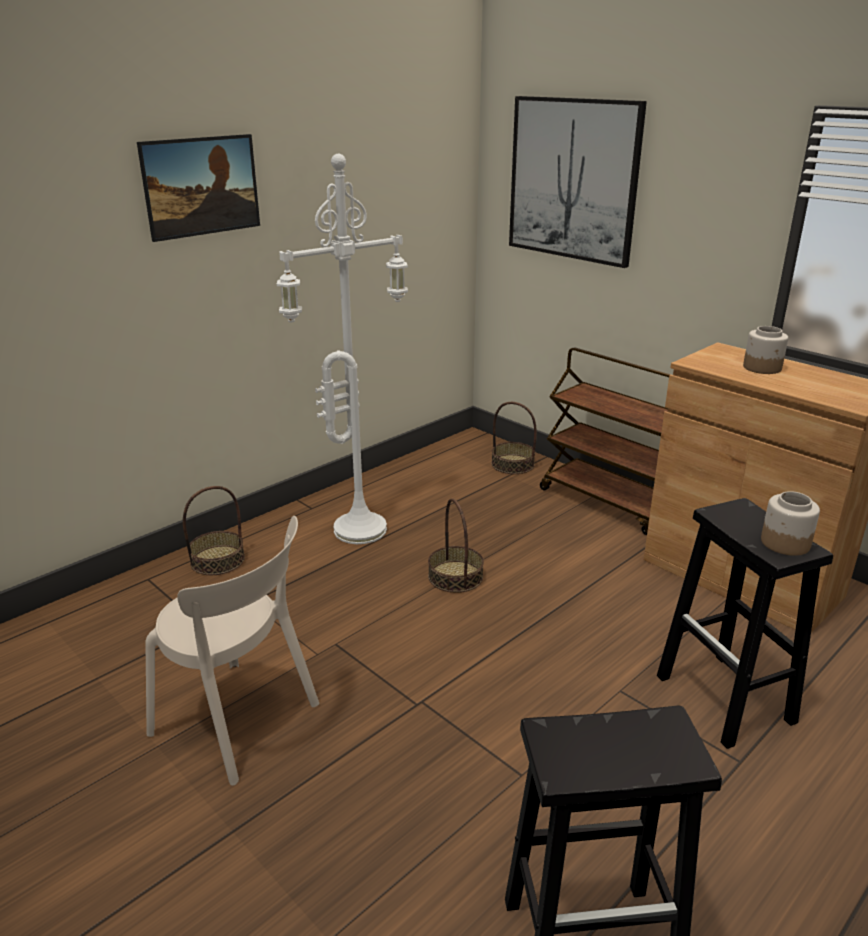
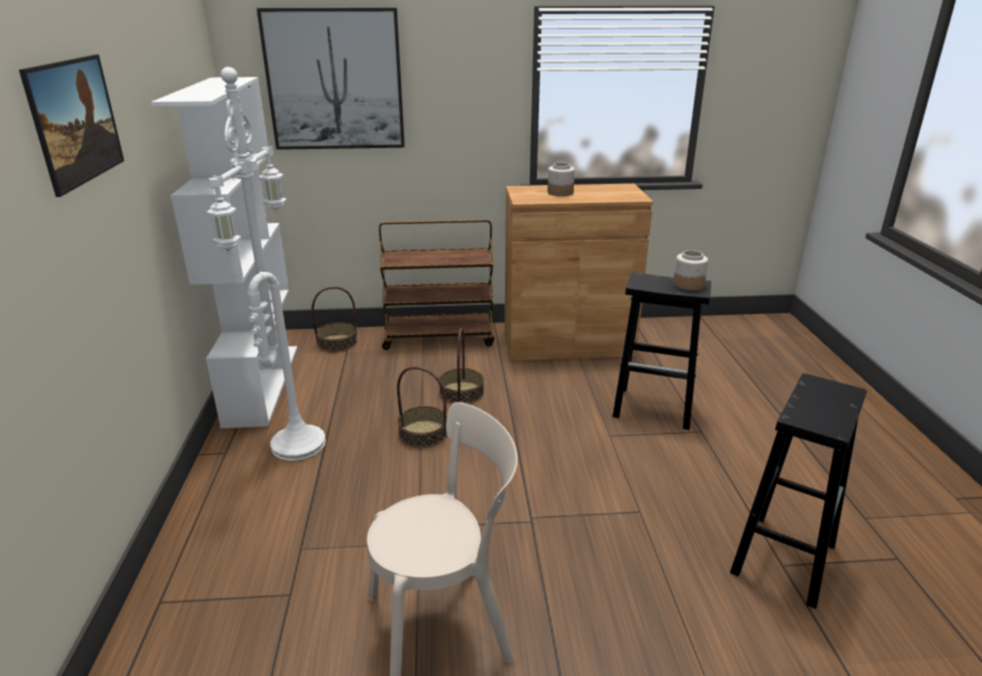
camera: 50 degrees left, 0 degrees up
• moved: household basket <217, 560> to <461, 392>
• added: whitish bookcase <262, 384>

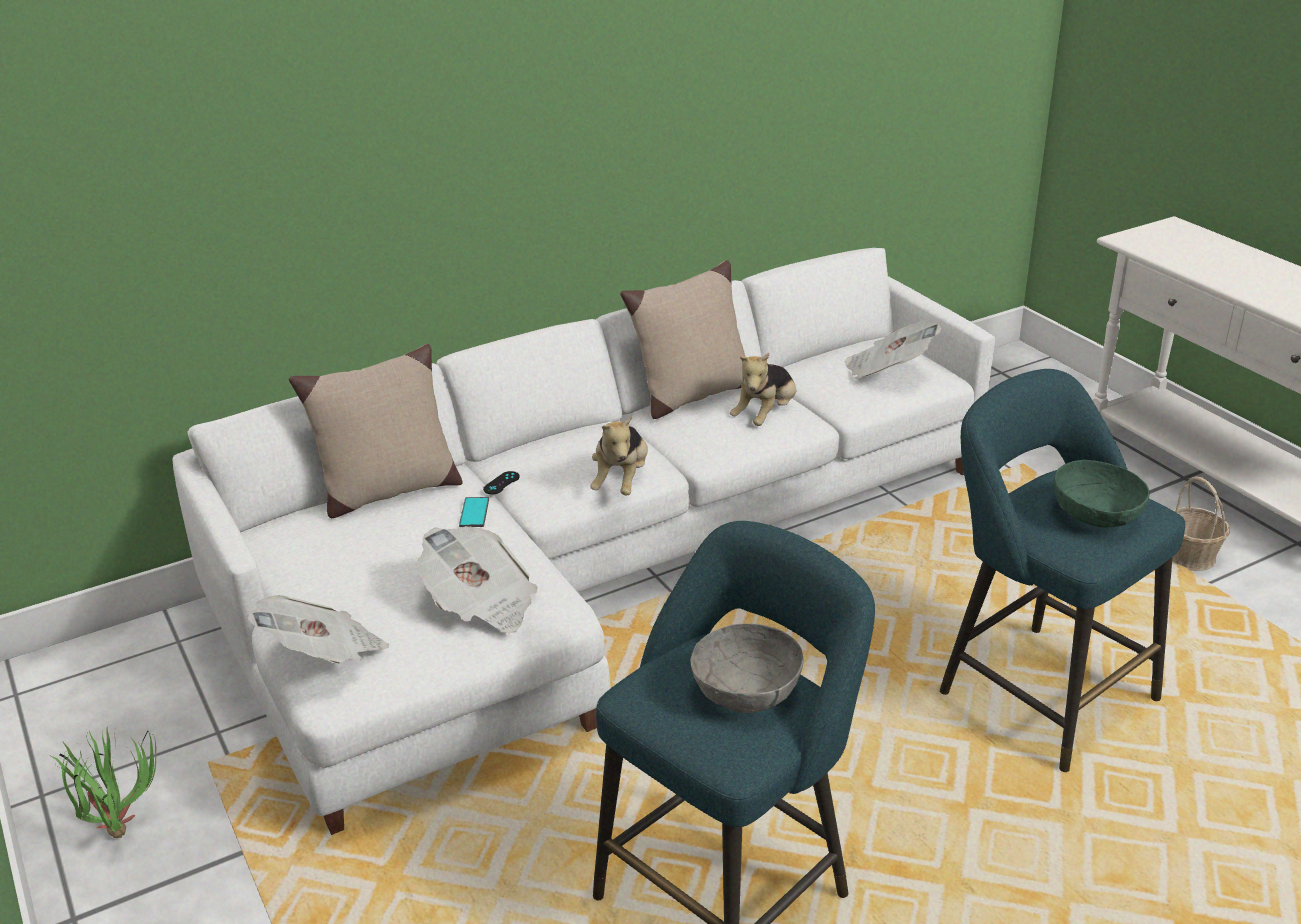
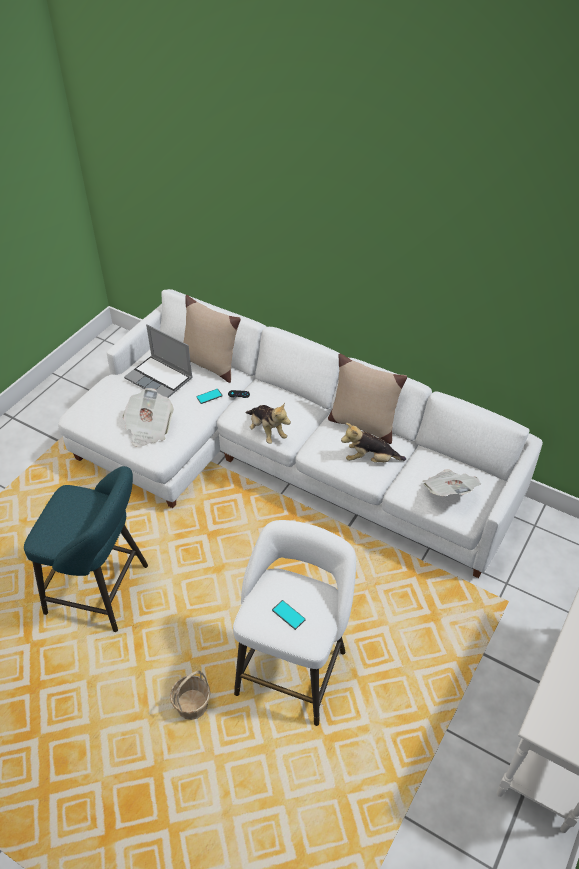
camera: 60 degrees right, 15 degrees up
• removed: plant in a pot <119, 825>
• removed: newspaper <325, 655>
• turned: plush toy <621, 481> = <267, 431> 105 degrees counterclockwise
• removed: grey serving bowl <746, 691>
• recoloured: turquoise-coloured stool <1038, 690> to whitish stool <293, 667>
• replaced: green-coloured serving bowl <1096, 515> to phone <288, 615>
• moved: household basket <1189, 556> to <192, 705>
• added: laptop <160, 378>

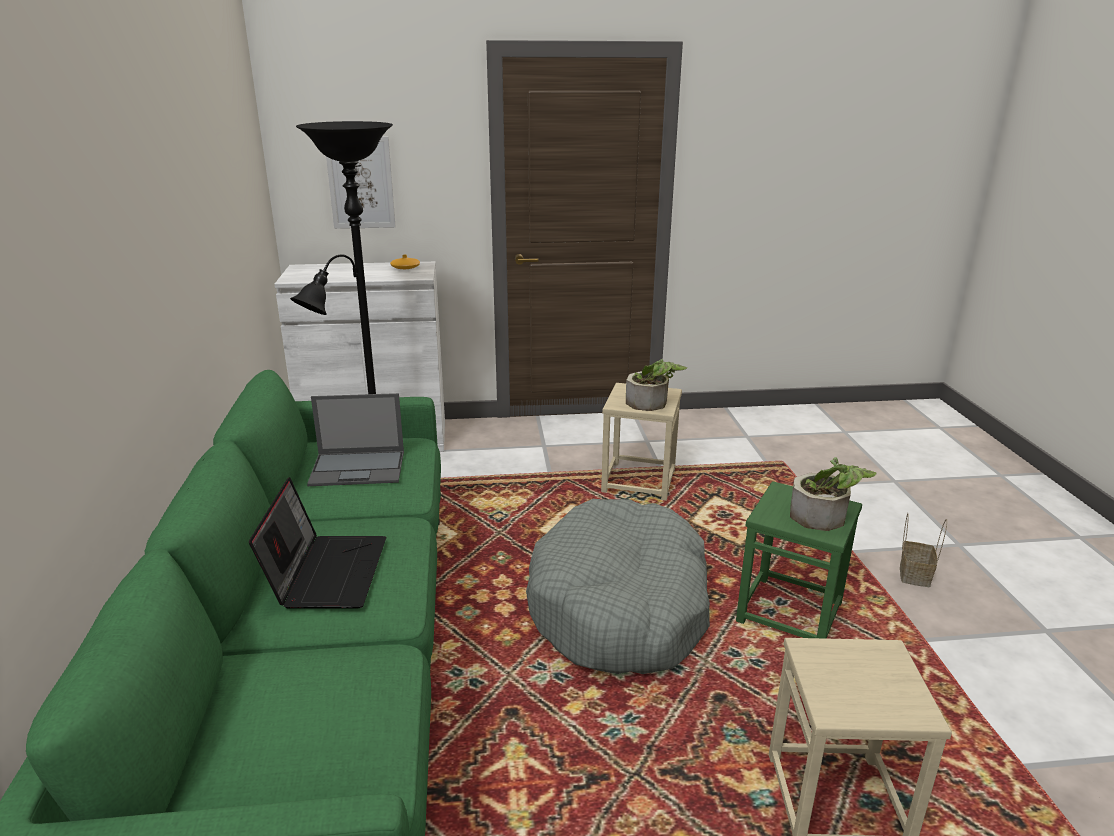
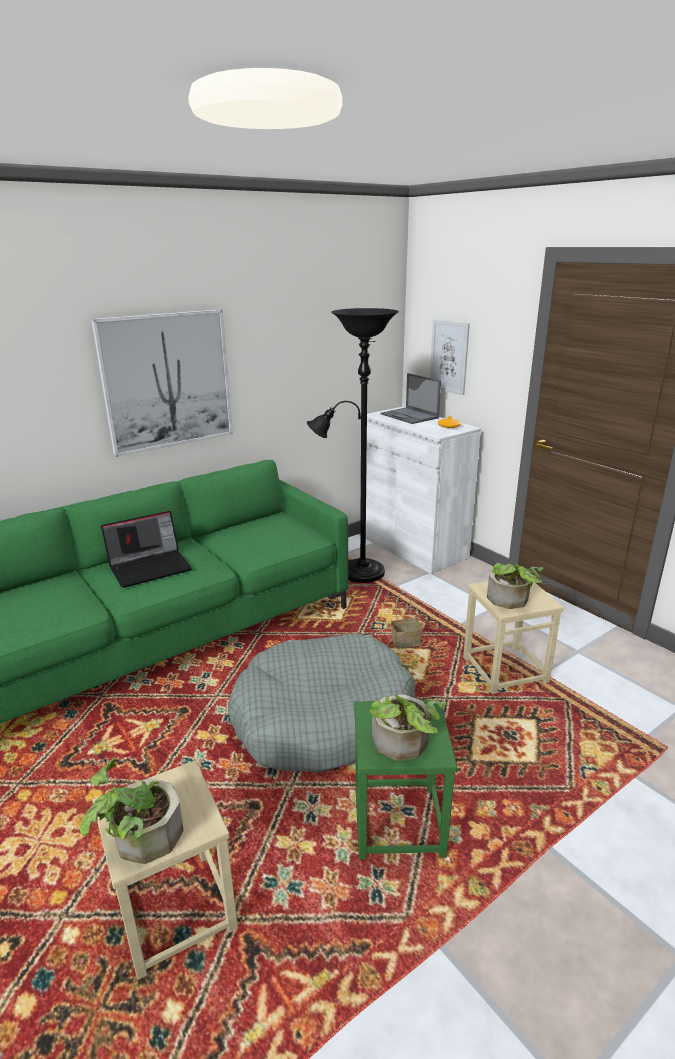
camera: 60 degrees right, 0 degrees up
• moved: laptop <359, 468> to <410, 416>
• moved: household basket <913, 574> to <406, 641>
• added: plant in a pot <139, 840>
• added: wall picture <167, 381>

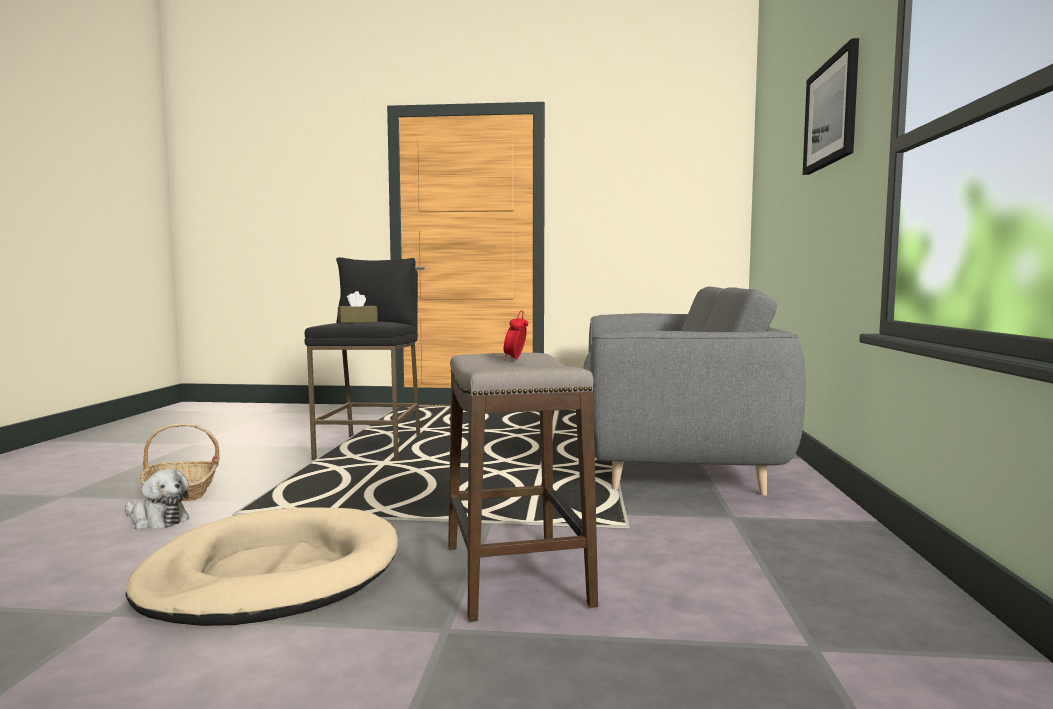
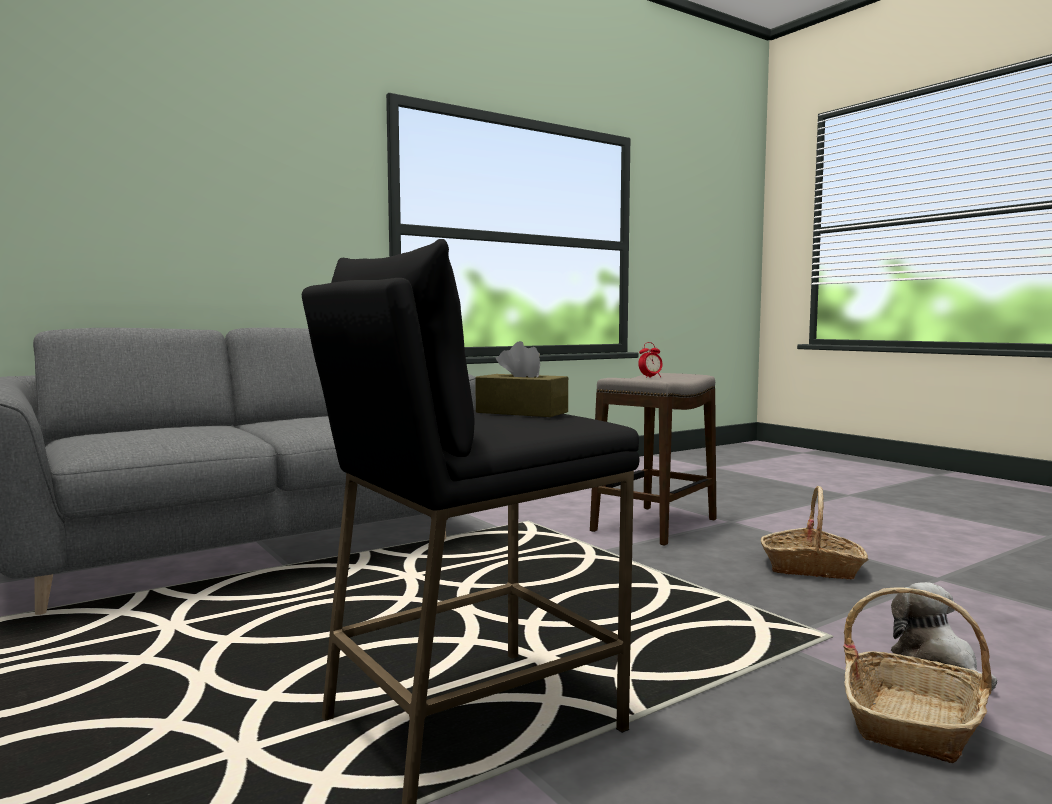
camera: 130 degrees left, 0 degrees up
• replaced: beige-coloured pet bed <272, 574> to household basket <812, 568>
• removed: wall picture <831, 113>

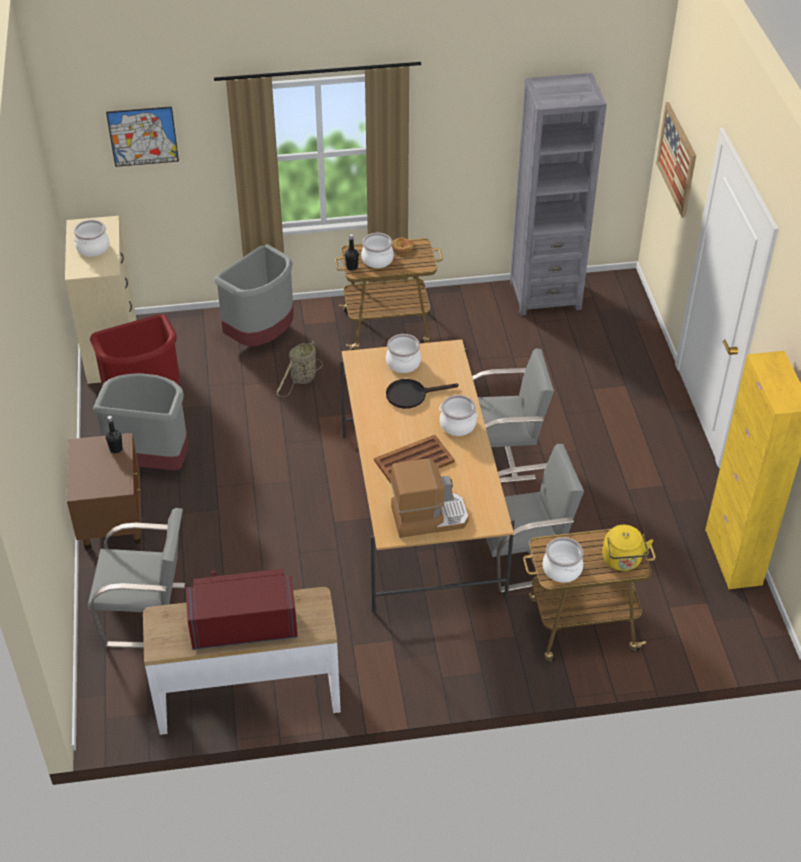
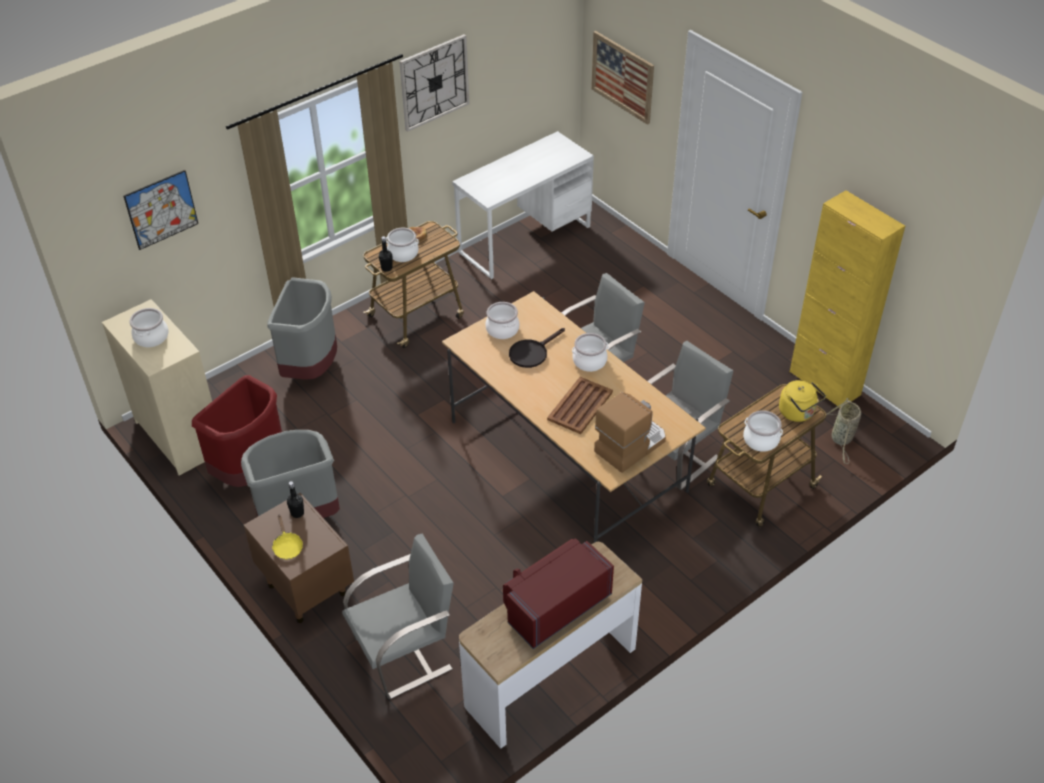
camera: 30 degrees left, 0 degrees up
• moved: household basket <302, 379> to <842, 439>
• replaced: grey bookcase <545, 295> to whitish desk unit <525, 239>
• added: yellow-coloured frying pan <287, 546>
• added: hanging clock <434, 82>

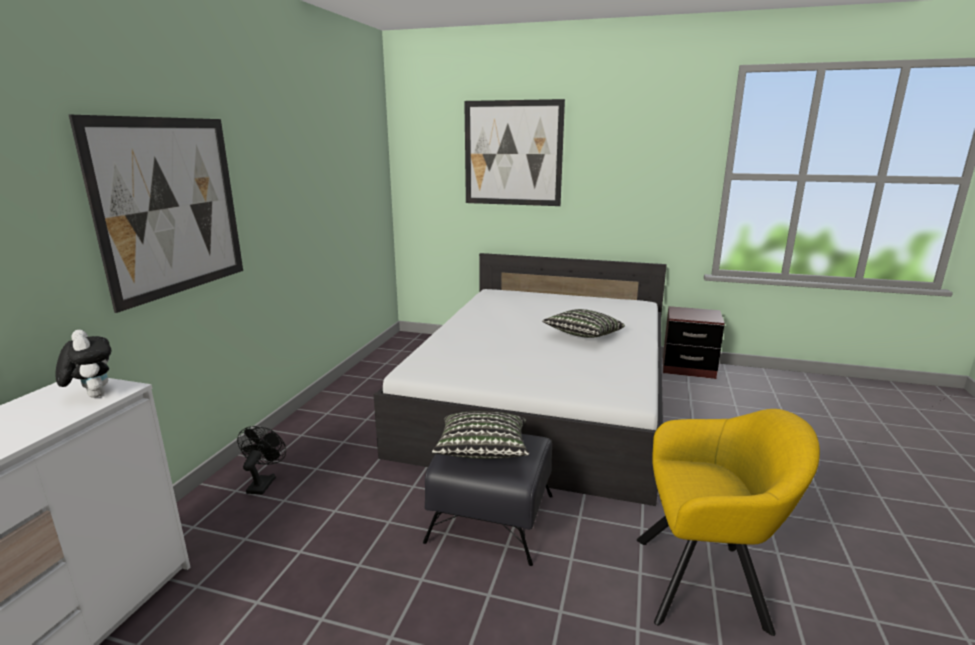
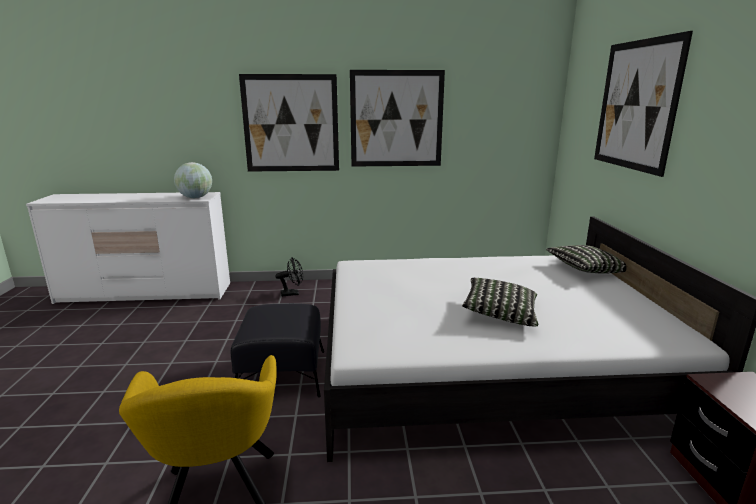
camera: 70 degrees right, 0 degrees up
• replaced: plush toy <92, 395> to desk globe <195, 198>
• moved: cushion <482, 452> to <585, 270>
• added: wall picture <396, 119>

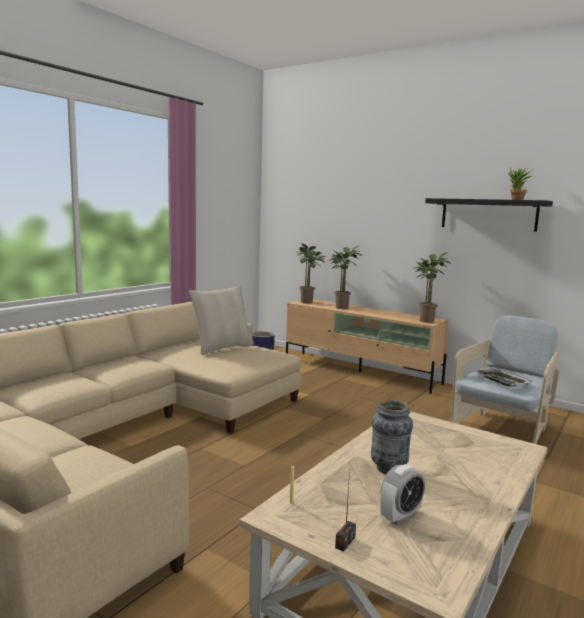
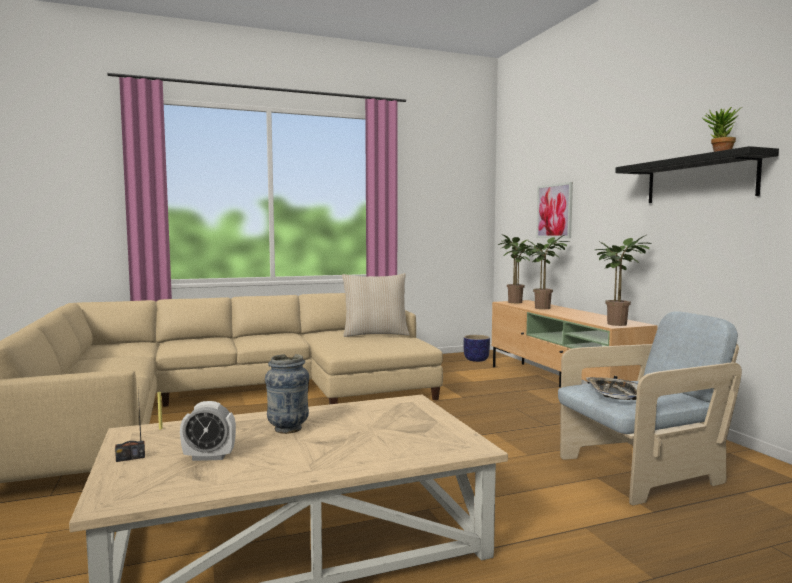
camera: 35 degrees right, 5 degrees down
• added: wall picture <554, 211>

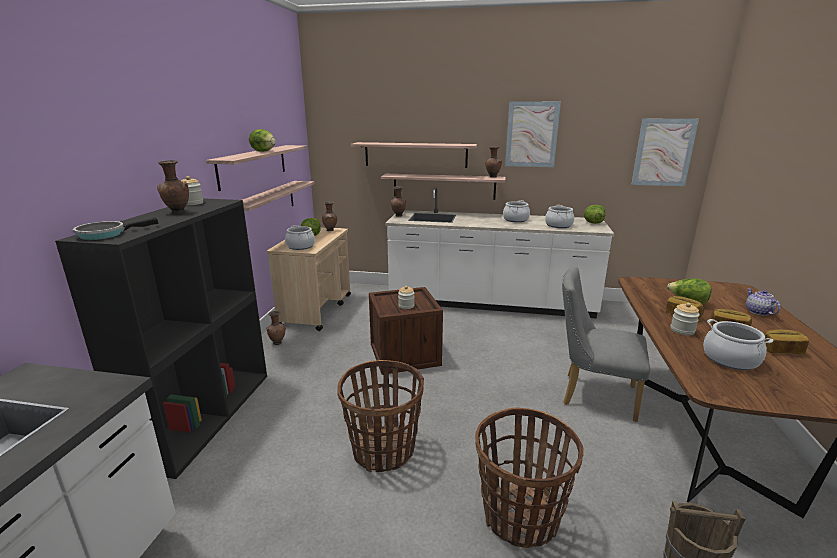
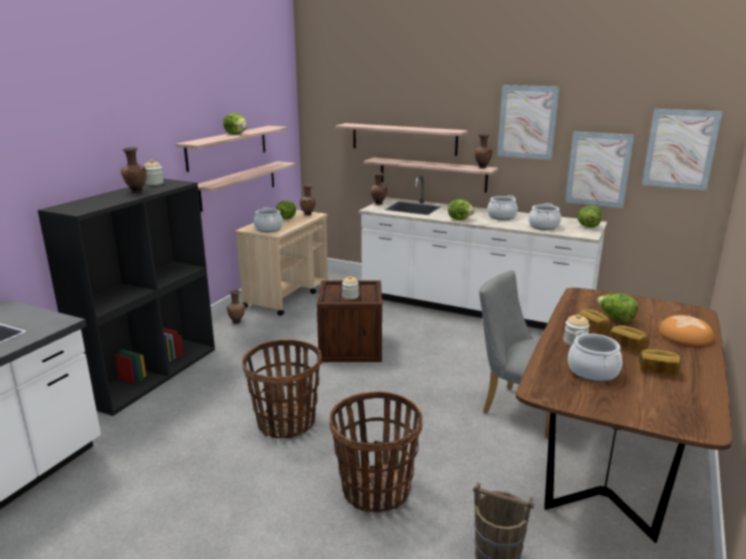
camera: 15 degrees right, 0 degrees up
• removed: frying pan <106, 234>
• replaced: teapot <758, 312> to bread <684, 336>
• added: lettuce <459, 219>
• added: wall picture <598, 169>

